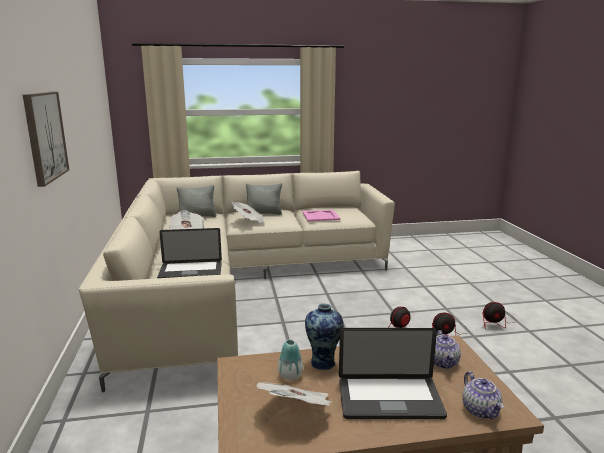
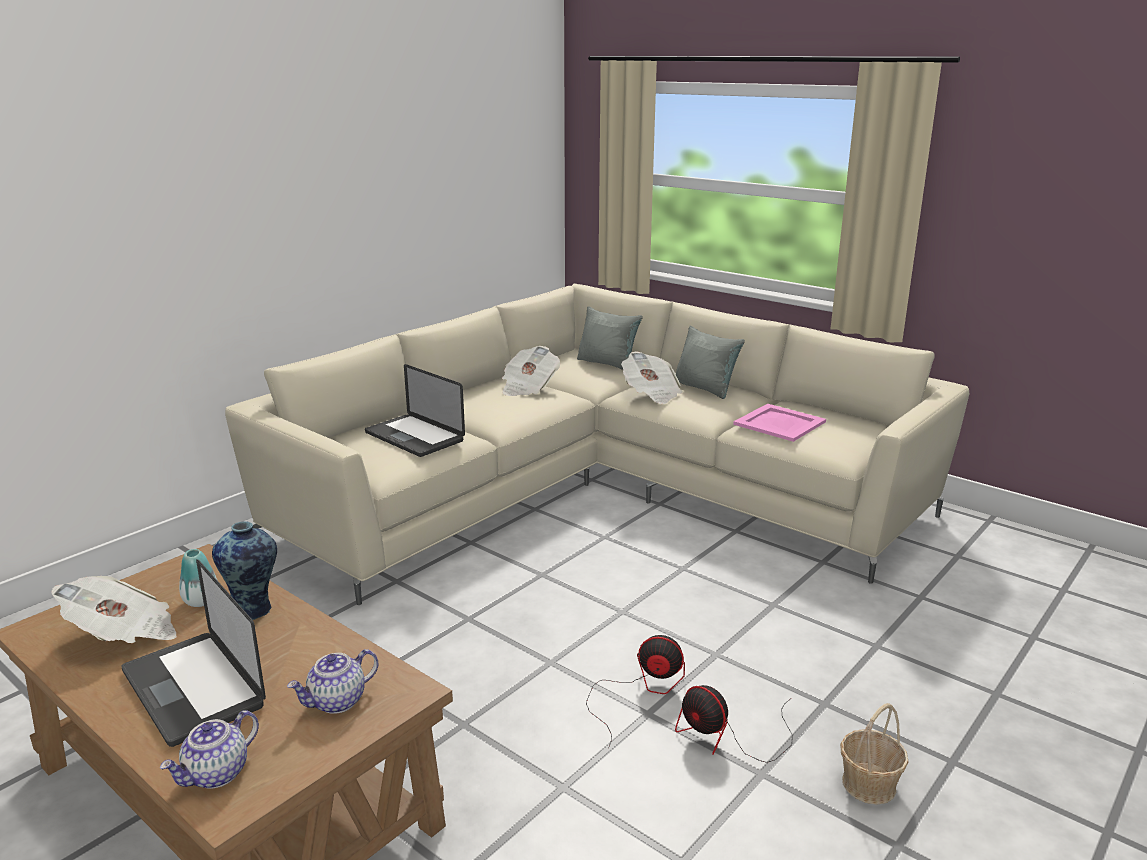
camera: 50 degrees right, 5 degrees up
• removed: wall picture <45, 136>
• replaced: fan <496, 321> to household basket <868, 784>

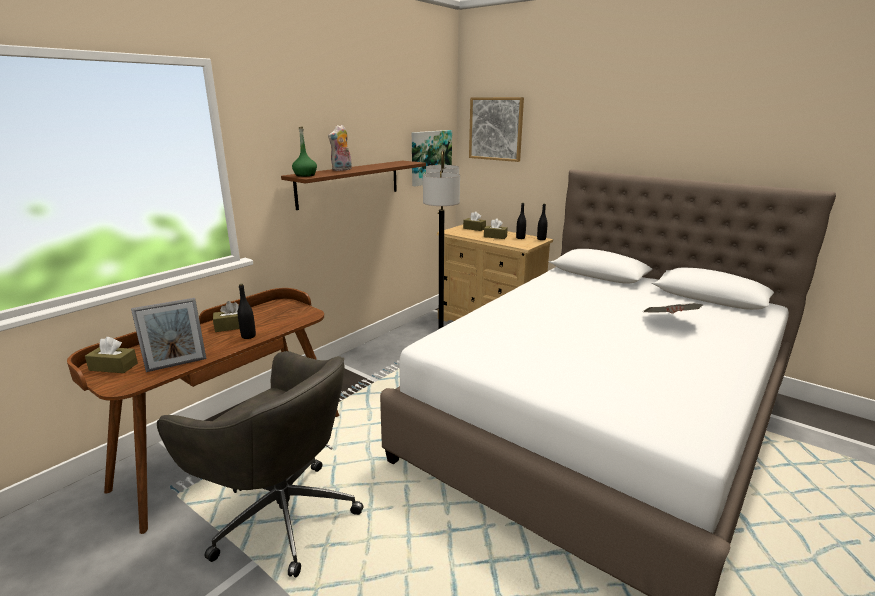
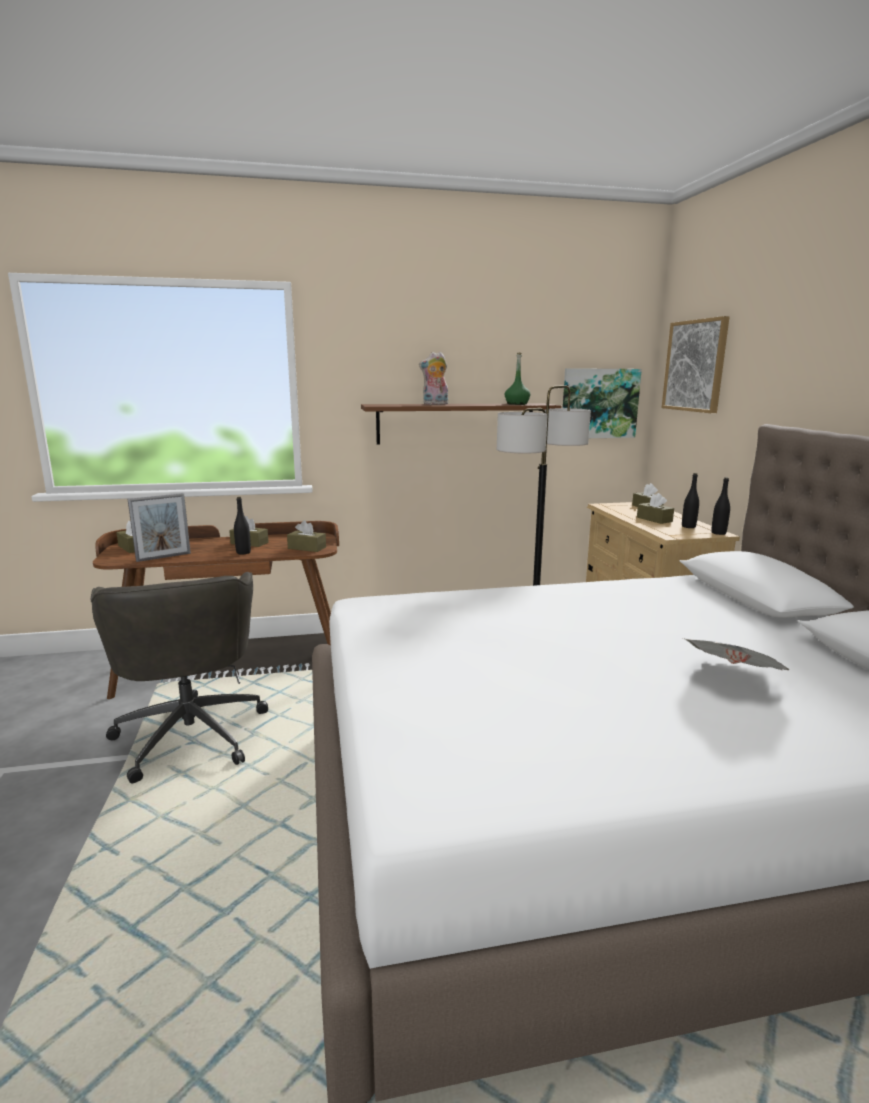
camera: 40 degrees right, 5 degrees down
• turned: photo frame <176, 364> = <164, 557> 45 degrees counterclockwise
• moved: green-coloured bottle <305, 175> to <516, 404>
• added: brownish tissue box <307, 548>

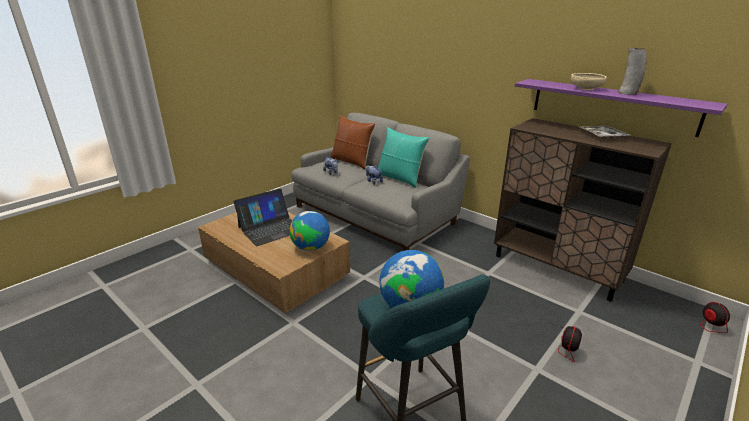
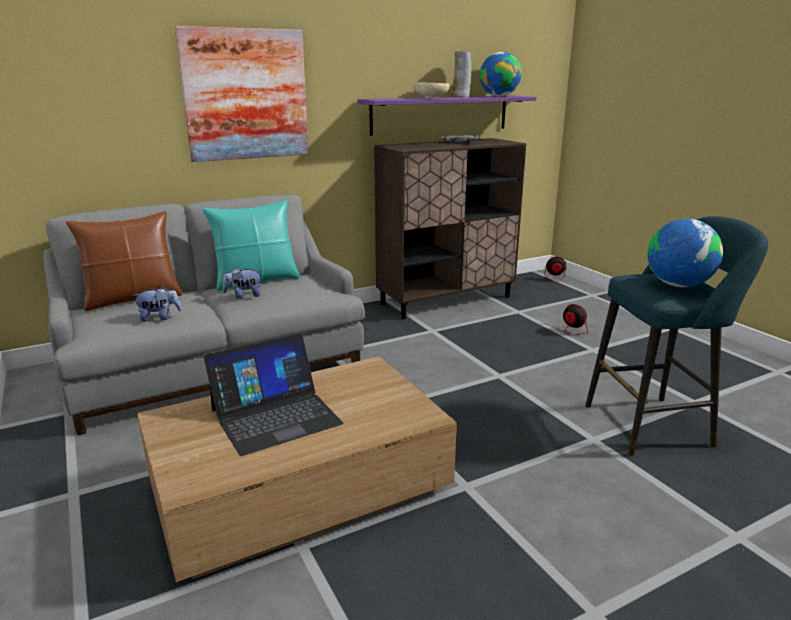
camera: 70 degrees left, 5 degrees down
• turned: laptop <270, 229> = <275, 416> 75 degrees clockwise
• moved: desk globe <311, 247> to <499, 96>
• added: wall picture <246, 95>

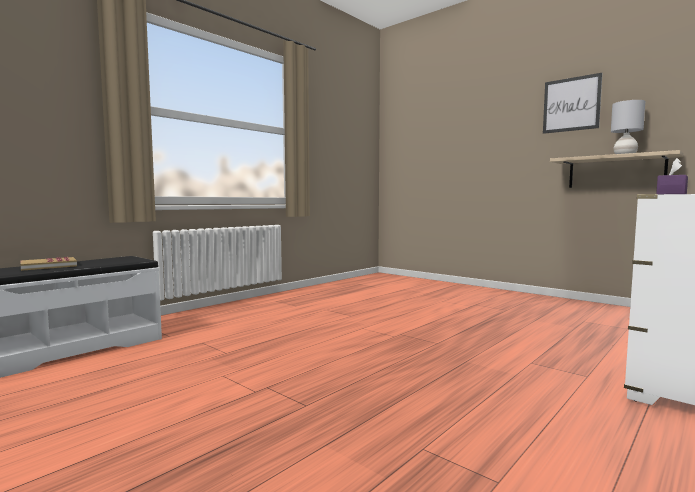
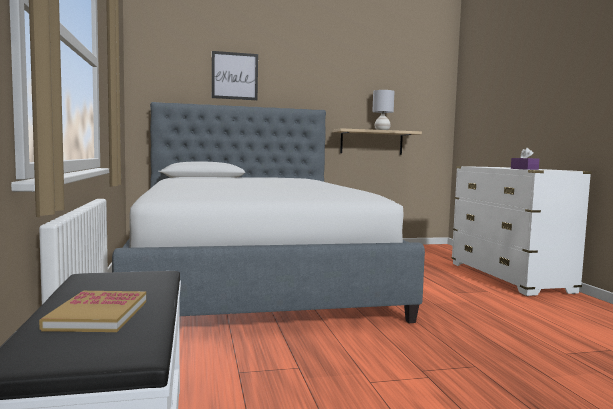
camera: 55 degrees left, 0 degrees up
• moved: wall picture <571, 104> to <234, 76>
• added: bedroom bed <253, 278>

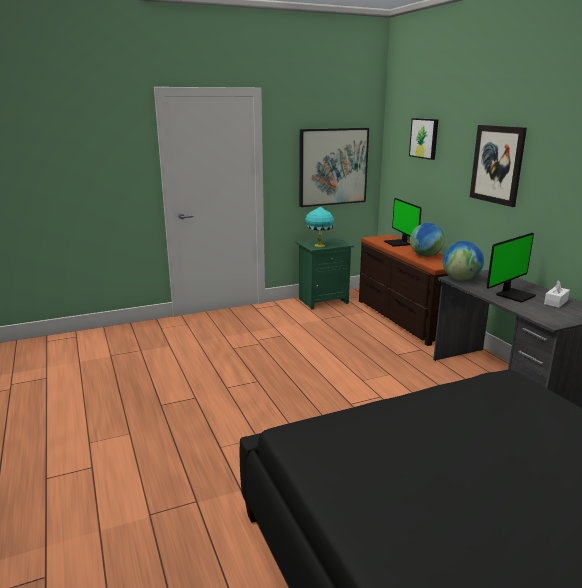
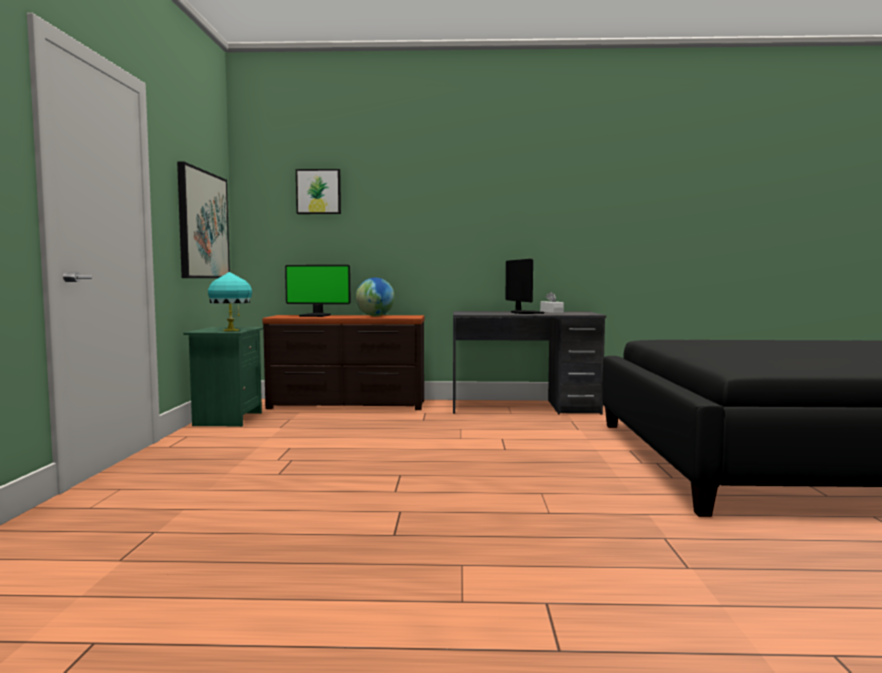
camera: 65 degrees left, 15 degrees down
• removed: desk globe <460, 279>
• removed: wall picture <497, 164>

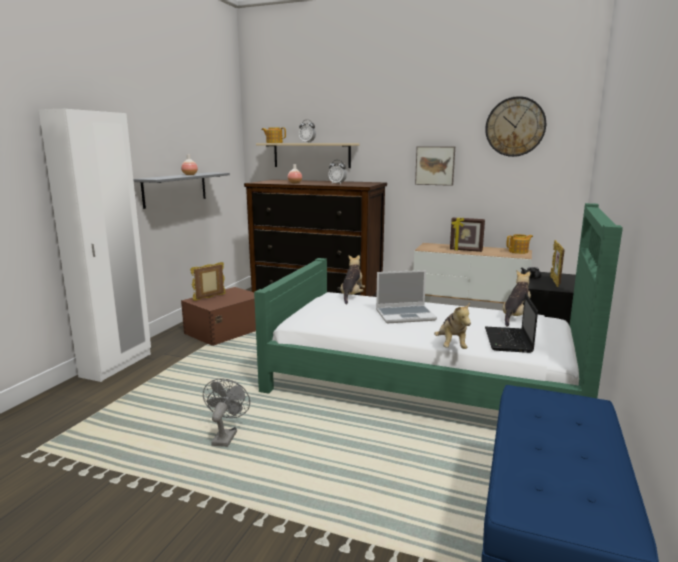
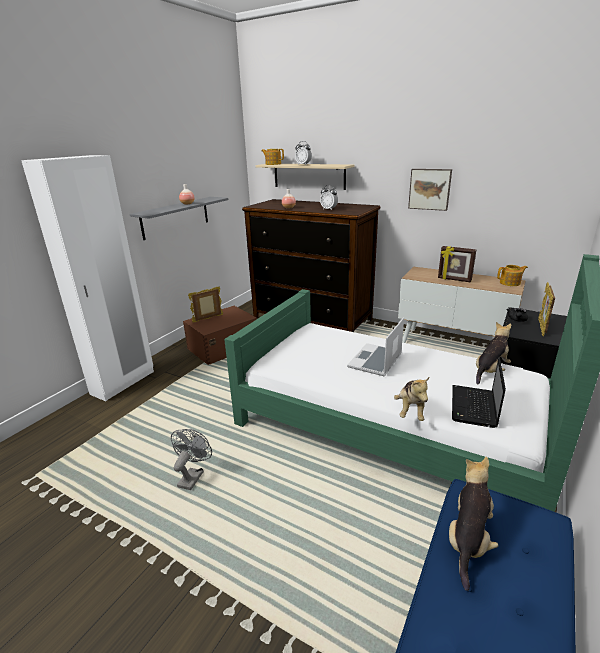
camera: 10 degrees right, 10 degrees up
• moved: plush toy <352, 296> to <468, 540>
• turned: laptop <406, 315> = <375, 361> 120 degrees clockwise
• removed: hanging clock <515, 127>

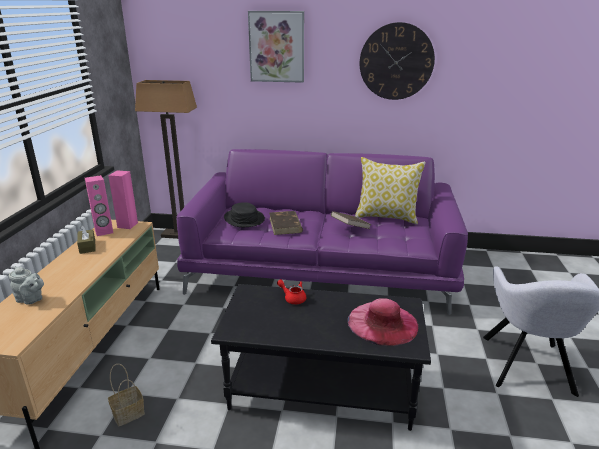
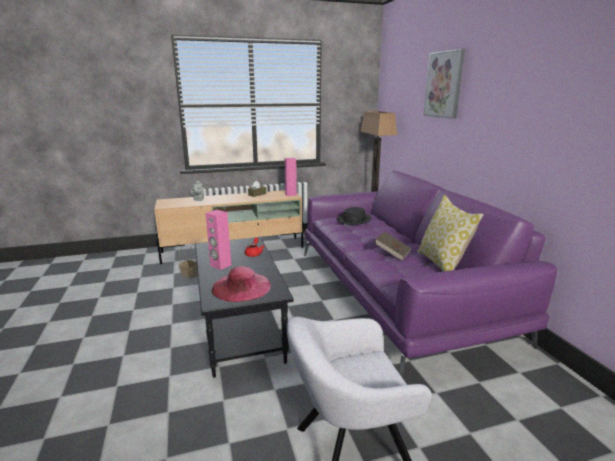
camera: 65 degrees right, 5 degrees down
• moved: pink audio speaker <104, 232> to <220, 265>
• removed: brownish book <285, 225>
• removed: hanging clock <396, 62>

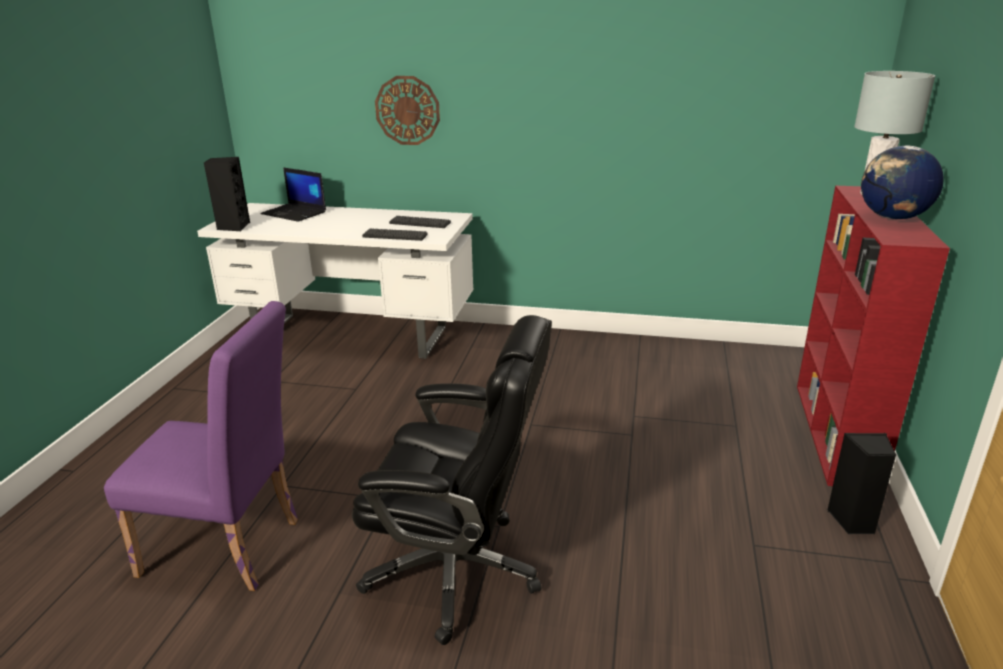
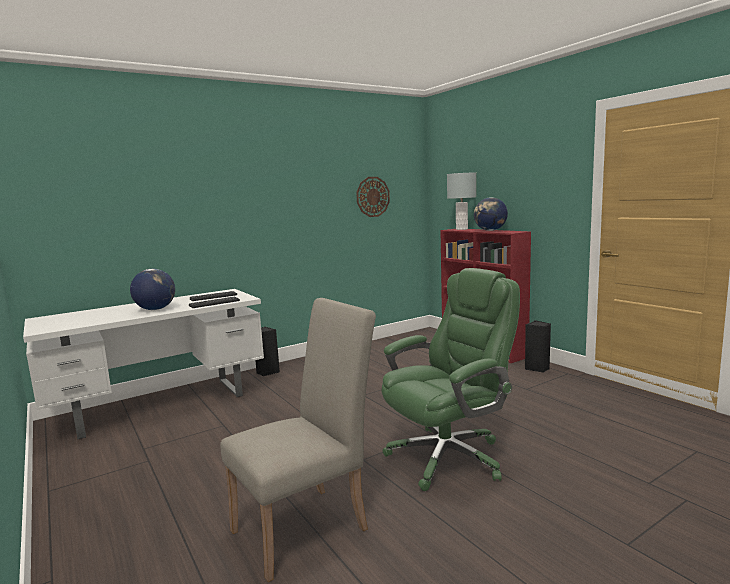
camera: 45 degrees left, 15 degrees down
• recoloured: purplish plain chair <231, 549> to beige-coloured plain chair <309, 525>
• moved: black-coloured audio speaker <233, 227> to <267, 372>
• removed: laptop <295, 213>
• recoloured: black-coloured office chair <457, 571> to green-coloured office chair <448, 456>
• moved: hanging clock <407, 110> to <372, 196>
• added: desk globe <155, 309>

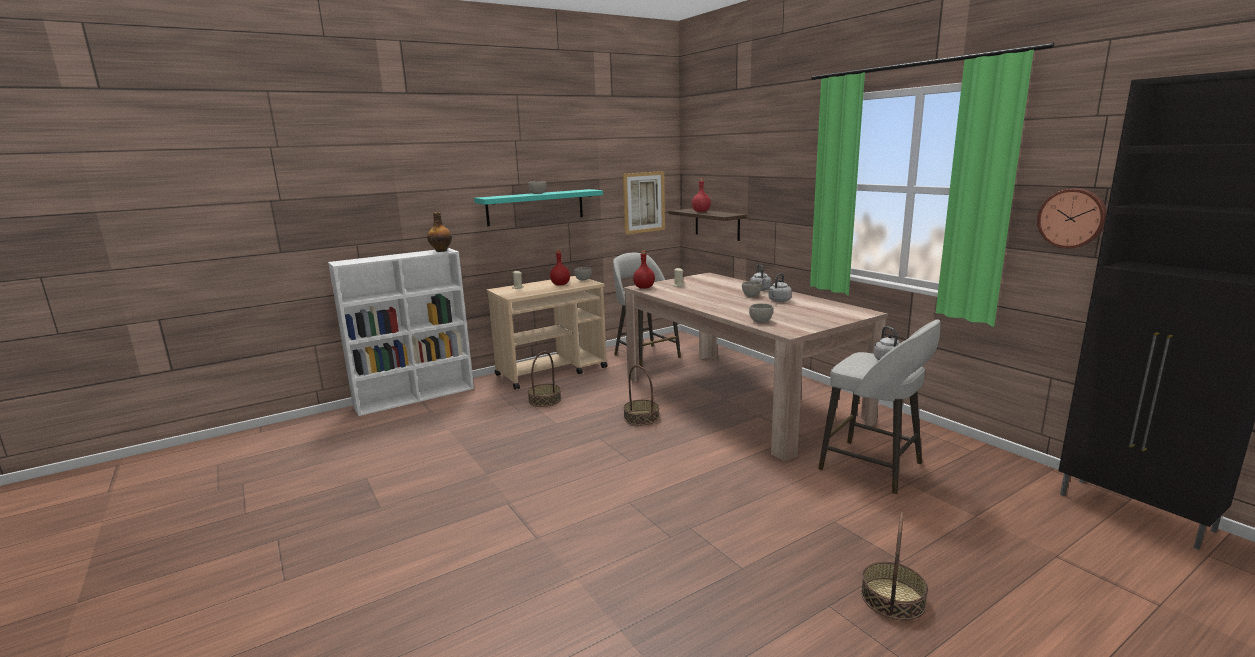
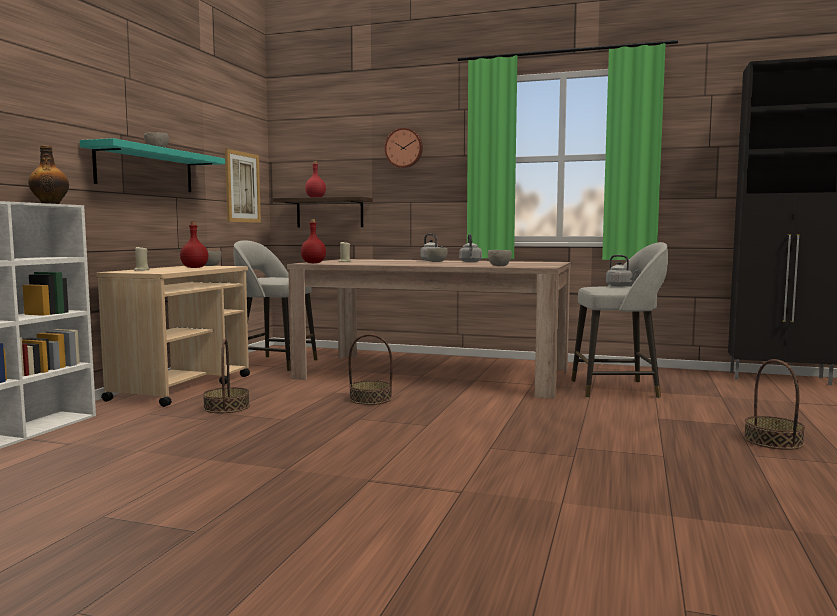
camera: 40 degrees left, 10 degrees down
• moved: hanging clock <1072, 218> to <404, 148>

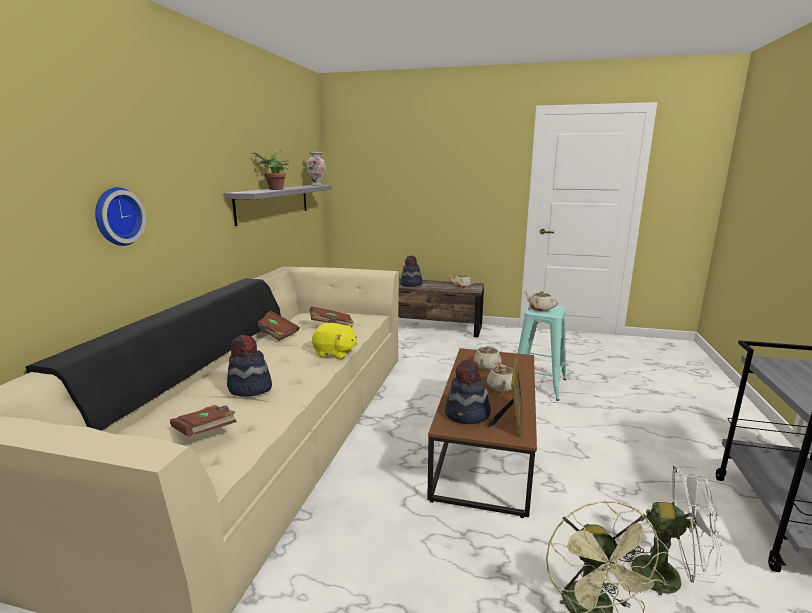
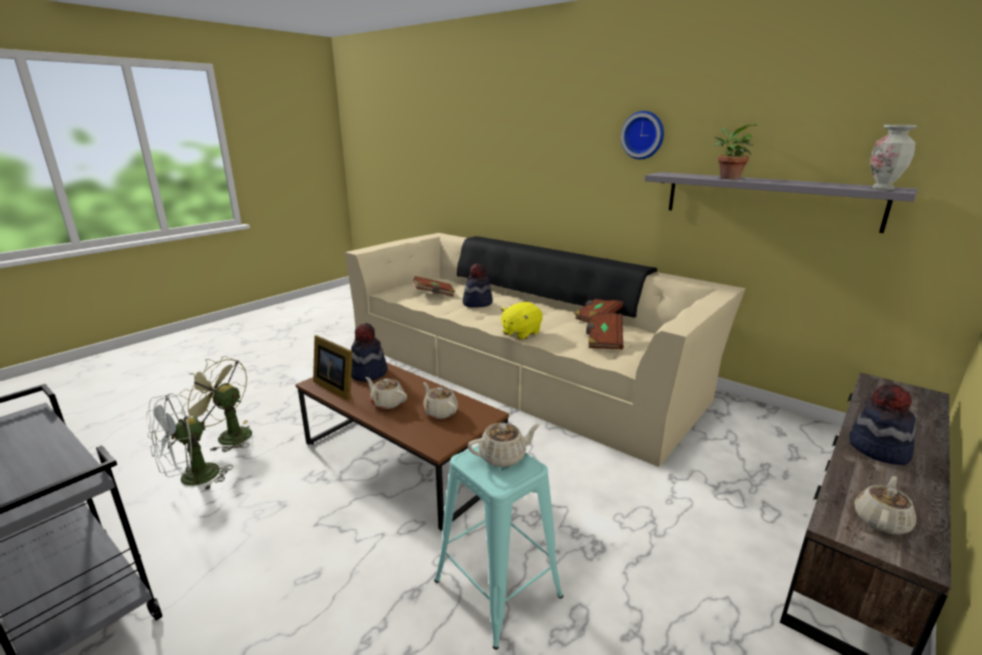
camera: 115 degrees right, 5 degrees up
• moved: hanging clock <116, 216> to <643, 135>

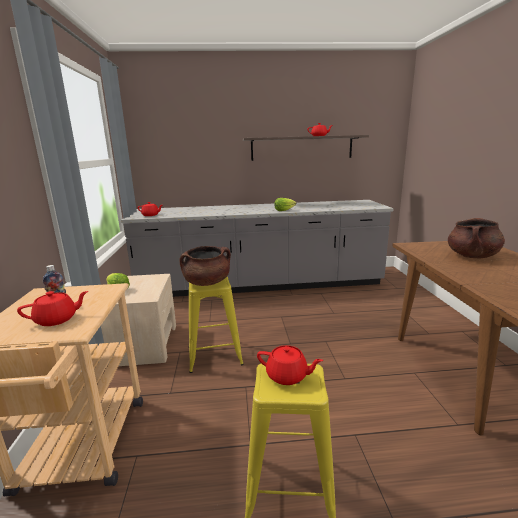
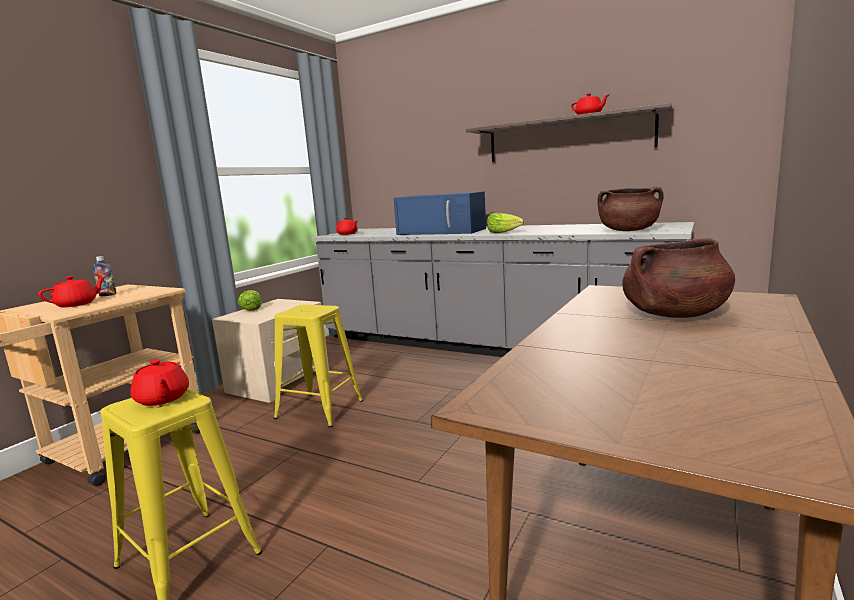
camera: 35 degrees right, 5 degrees down
• turned: red-coloured teapot <57, 319> = <77, 304> 60 degrees counterclockwise
• moved: brownish stockpot <207, 283> to <628, 230>
• added: blue-coloured microwave <442, 231>

